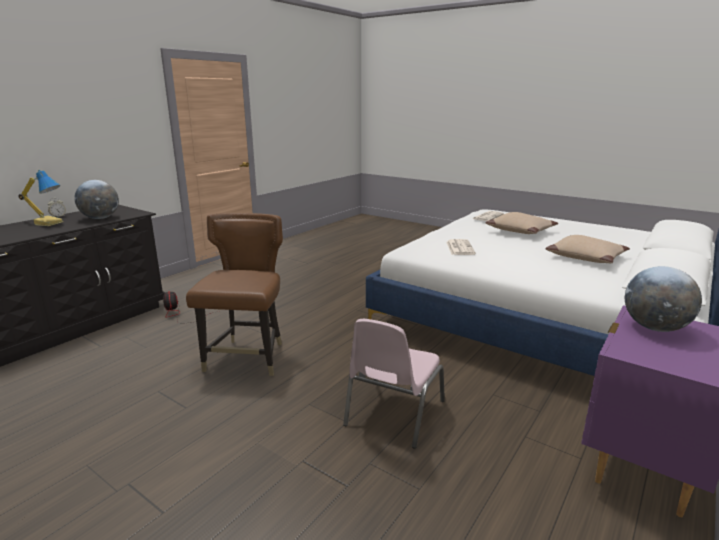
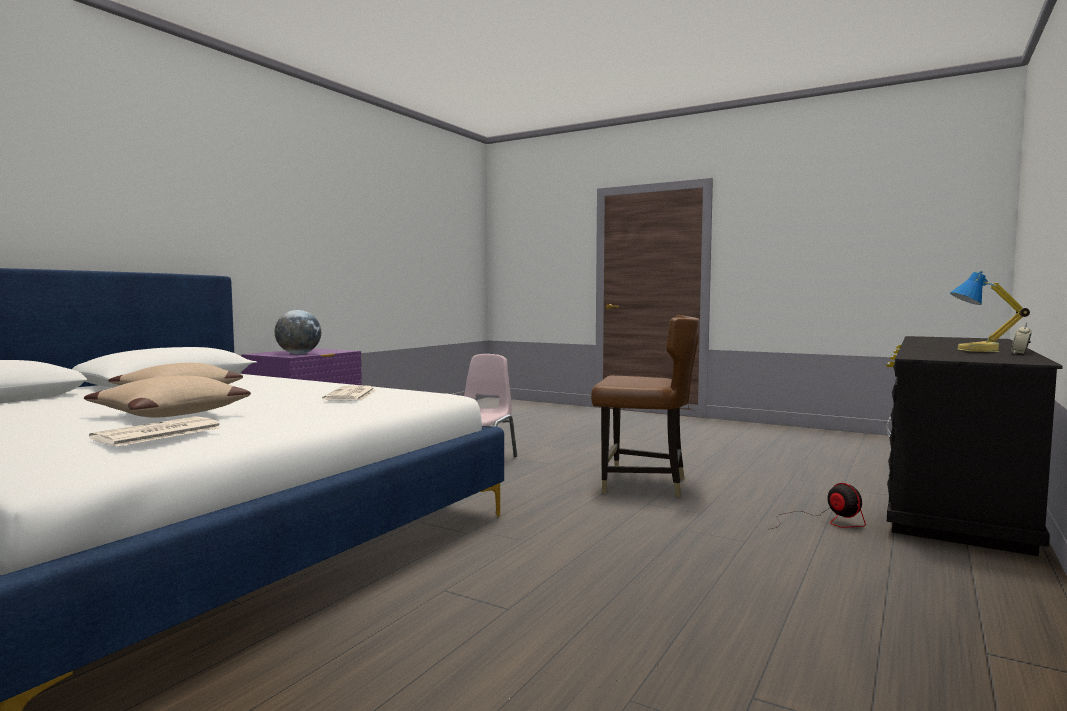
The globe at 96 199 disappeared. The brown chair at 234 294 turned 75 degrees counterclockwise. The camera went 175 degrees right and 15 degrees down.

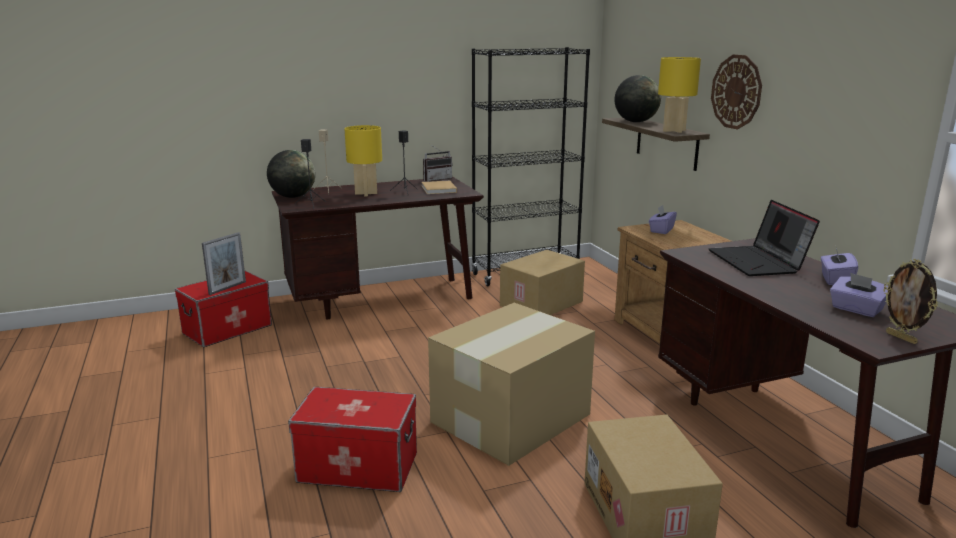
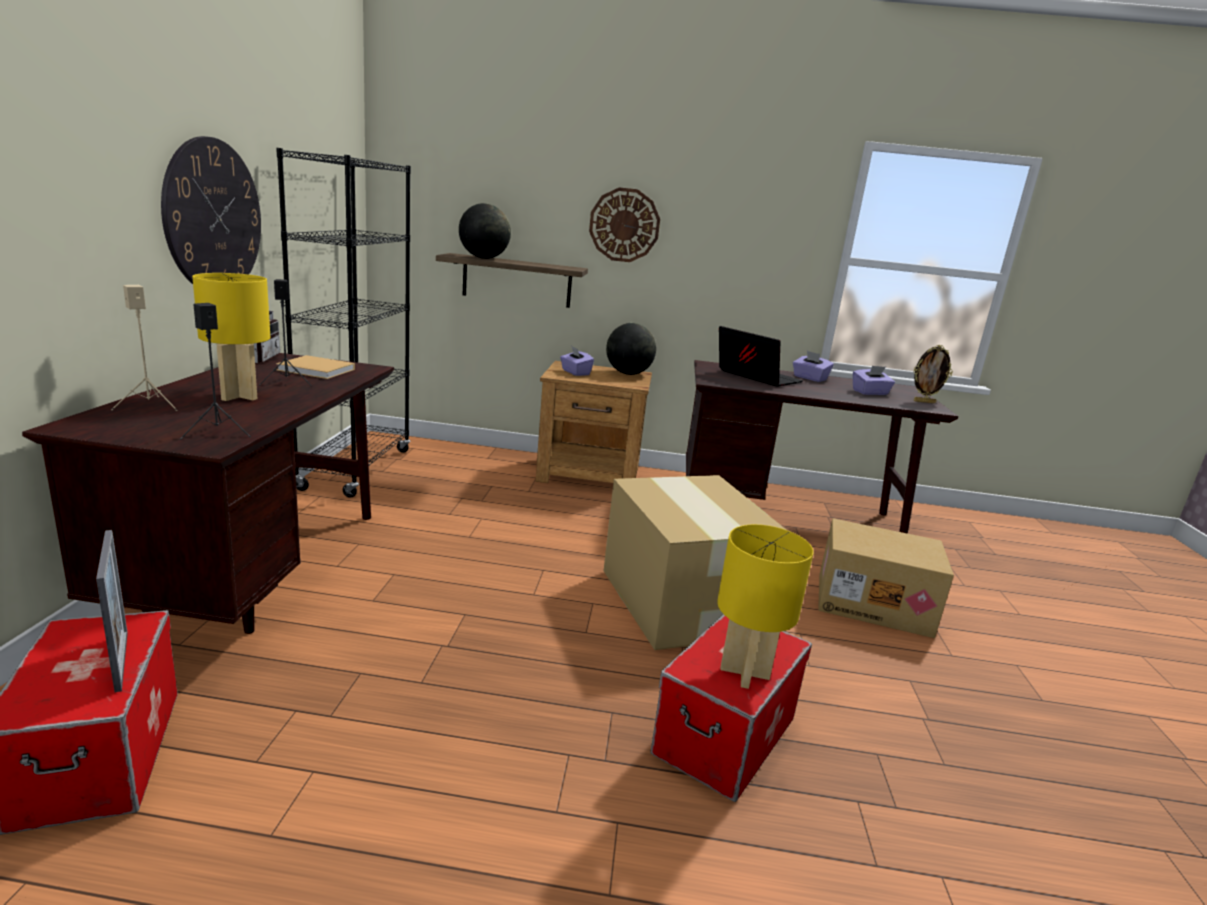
The cardboard box at 542 282 disappeared. The wall clock at 211 210 appeared. The globe moved from 291 174 to 631 349. The yellow table lamp moved from 679 95 to 765 606. The laptop at 764 238 turned 150 degrees counterclockwise. The camera went 65 degrees left and 0 degrees up.

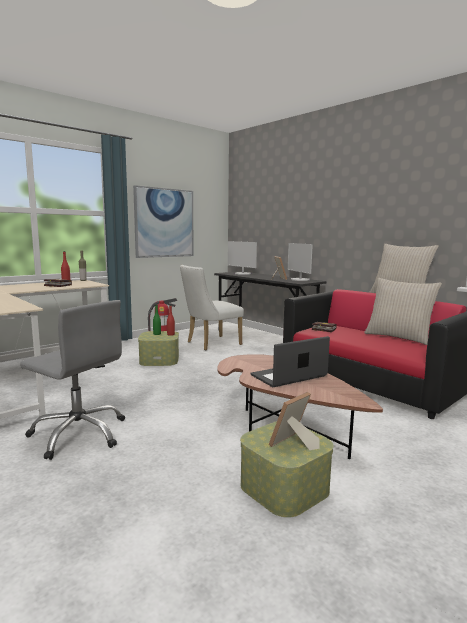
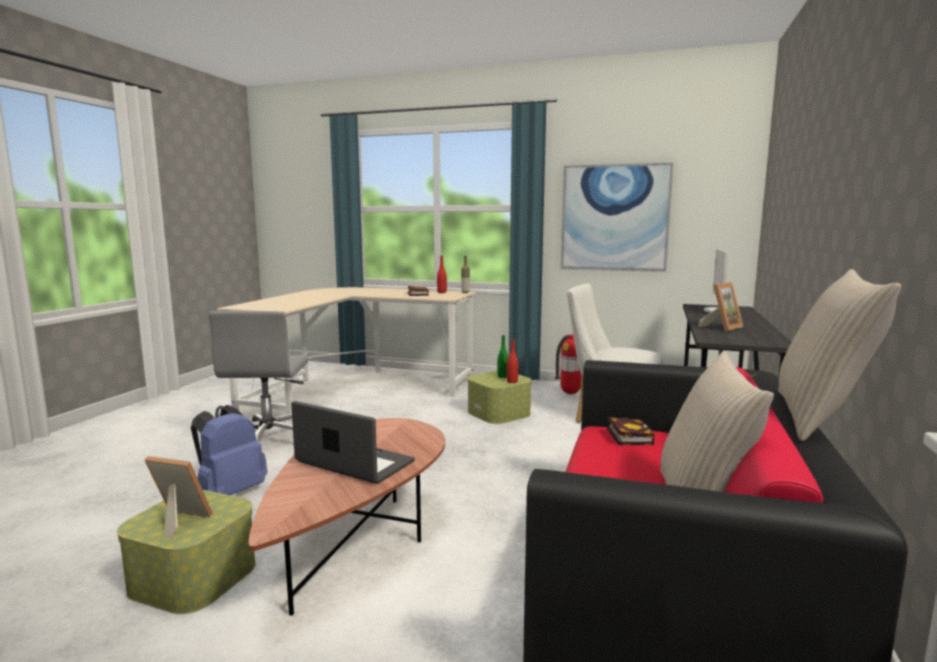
The monitor at 300 262 disappeared. The blue backpack at 229 450 appeared. The camera went 60 degrees right and 0 degrees up.

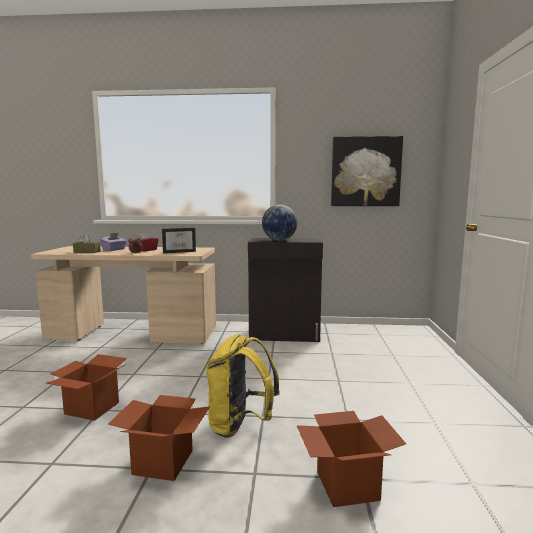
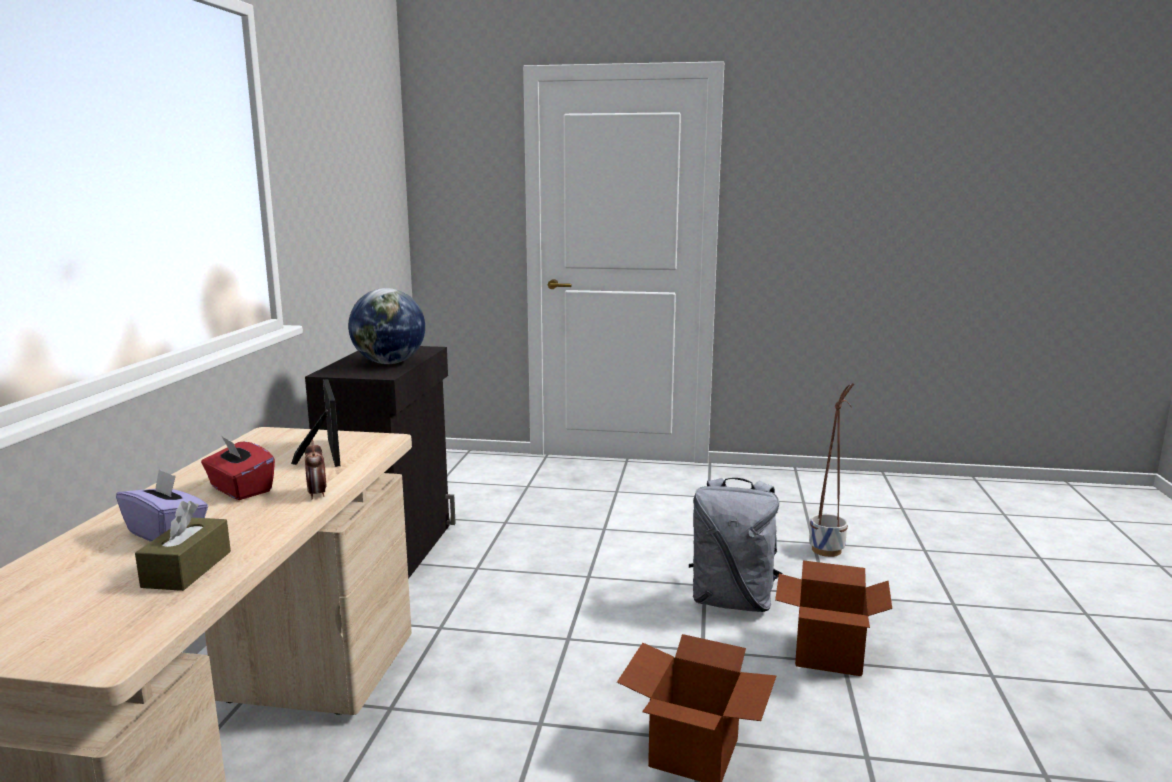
The picture at 367 171 disappeared. The cardboard box at 351 459 was replaced by the planter at 831 470. The yellow backpack at 243 386 became the grey backpack at 735 545. The camera went 85 degrees left and 5 degrees up.

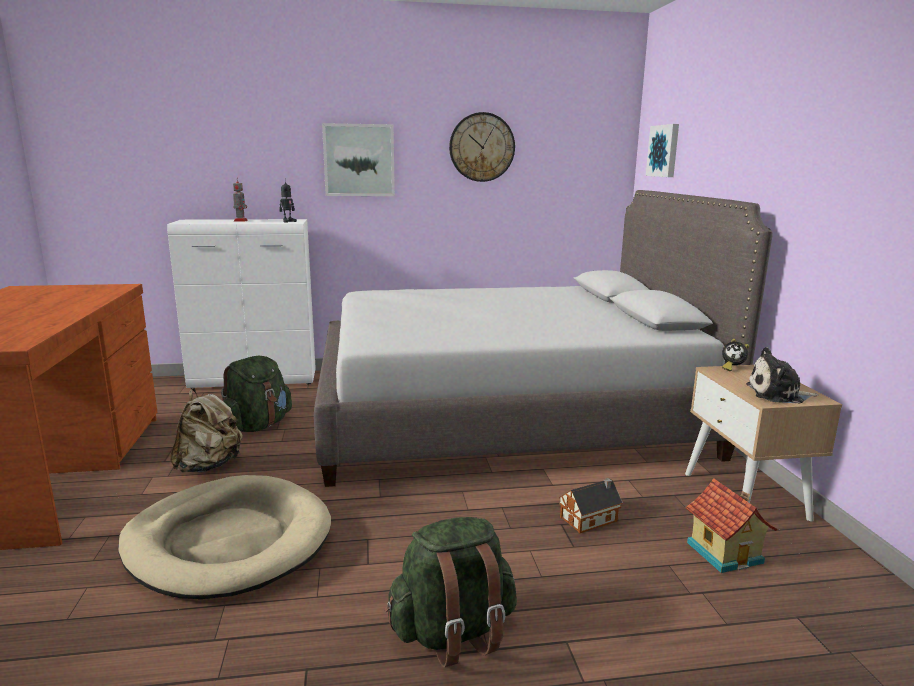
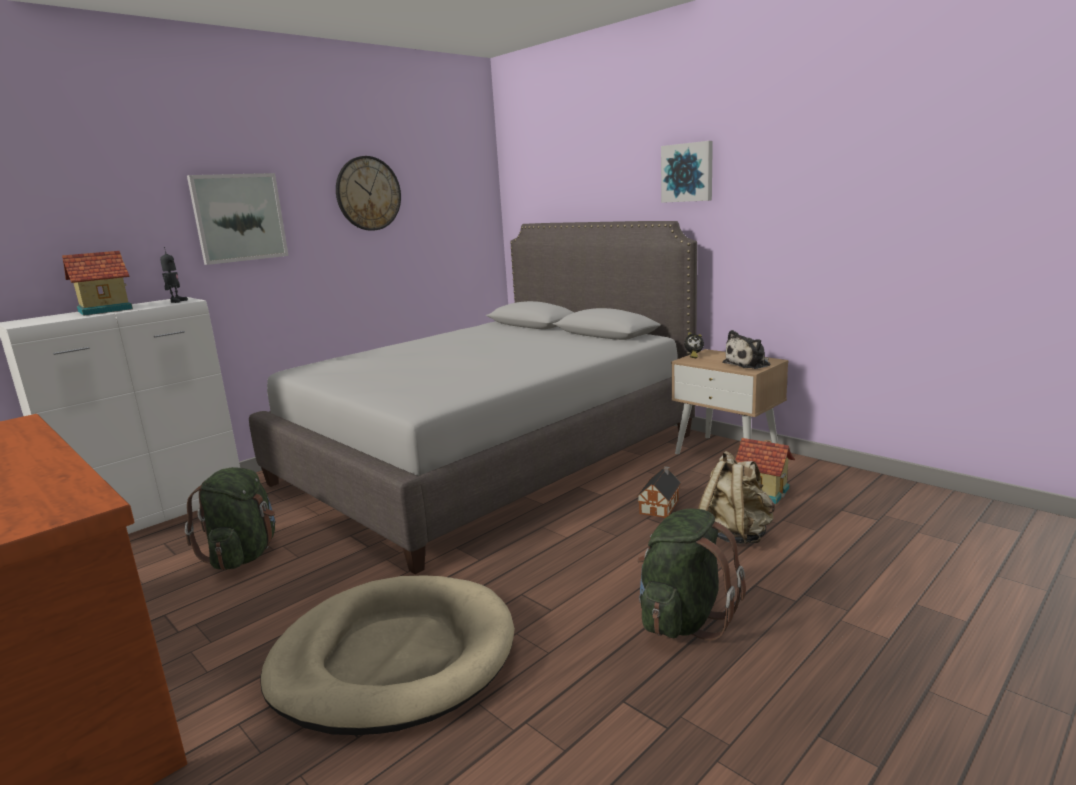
The beige backpack moved from 206 430 to 736 497. The picture moved from 662 150 to 687 172. The toy robot at 240 200 was replaced by the toy house at 97 283. The camera went 35 degrees left and 0 degrees up.

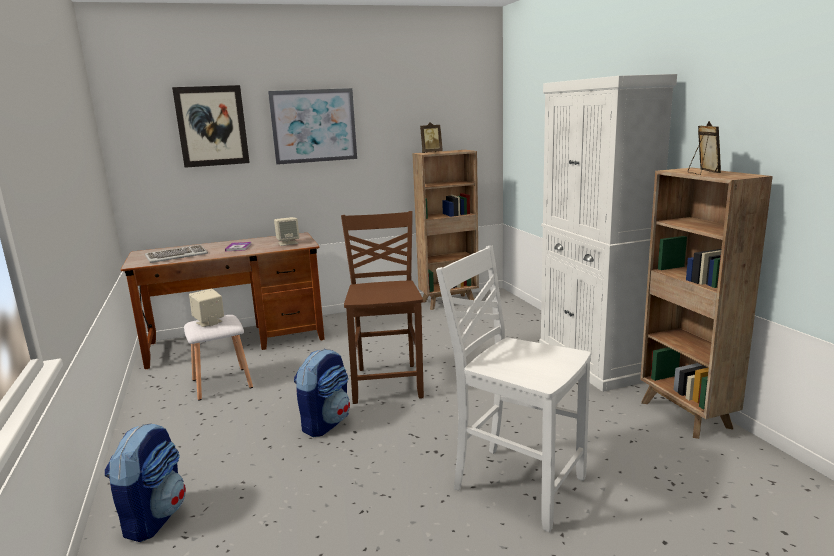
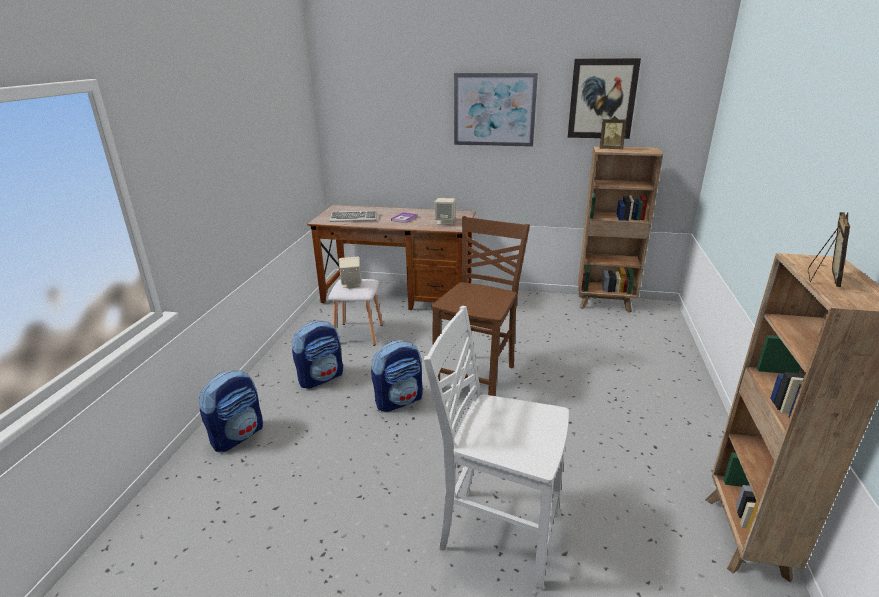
The white cabinet at 608 233 disappeared. The backpack at 317 354 appeared. The picture moved from 211 126 to 604 98. The white chair at 513 389 turned 45 degrees counterclockwise. The camera went 30 degrees right and 10 degrees up.

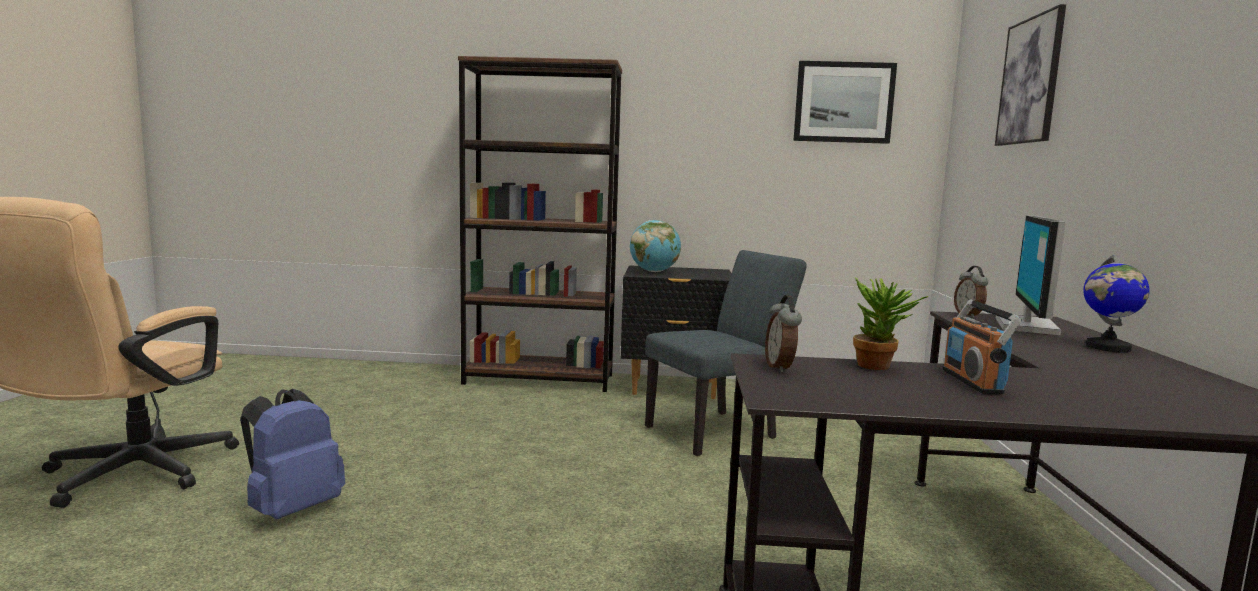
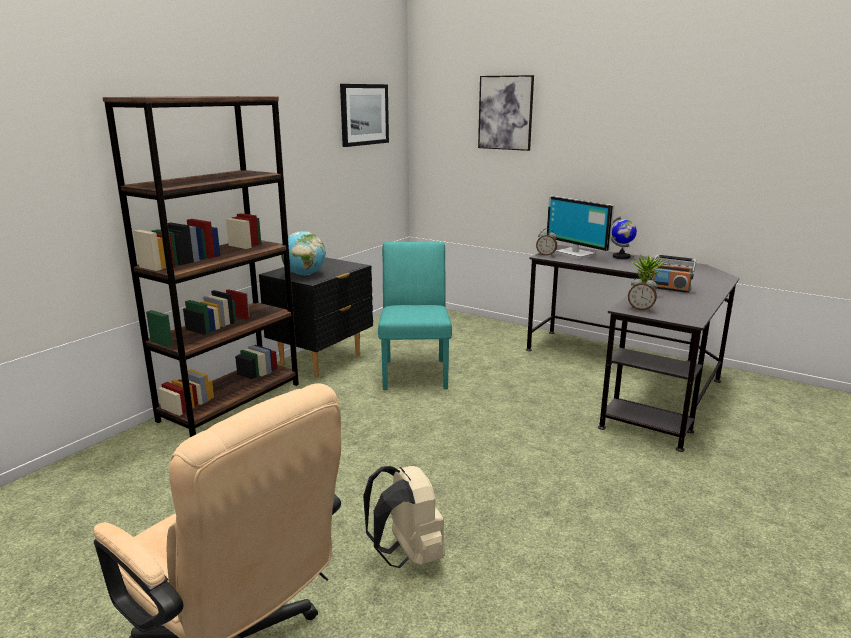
The blue backpack at 292 454 became the beige backpack at 404 517. The grey chair at 726 353 became the turquoise chair at 415 316. The camera went 60 degrees left and 10 degrees up.

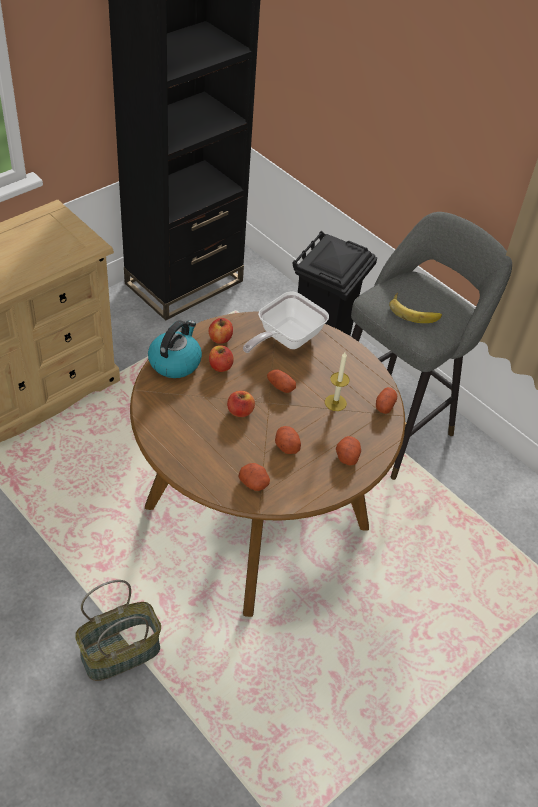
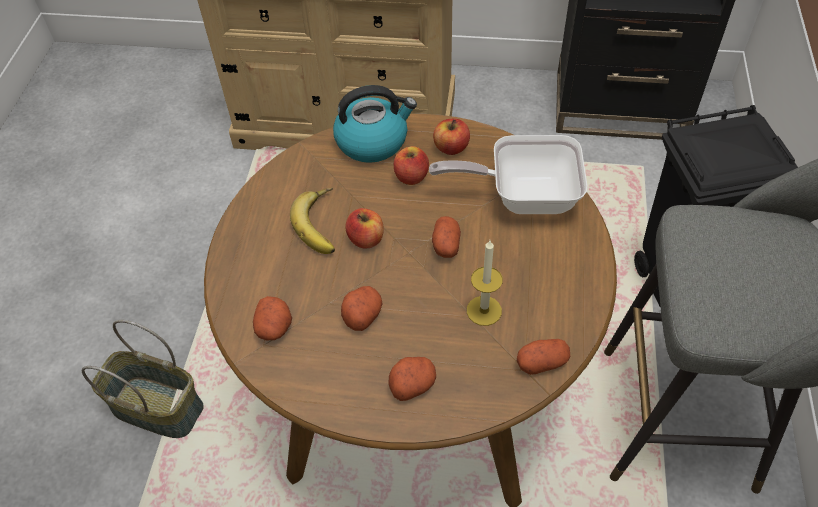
The banana moved from 415 308 to 312 221. The camera went 55 degrees right and 5 degrees up.

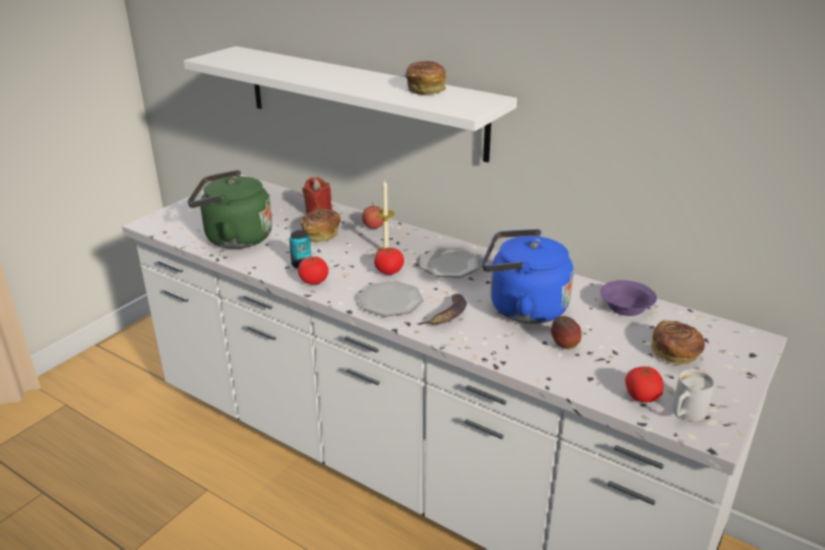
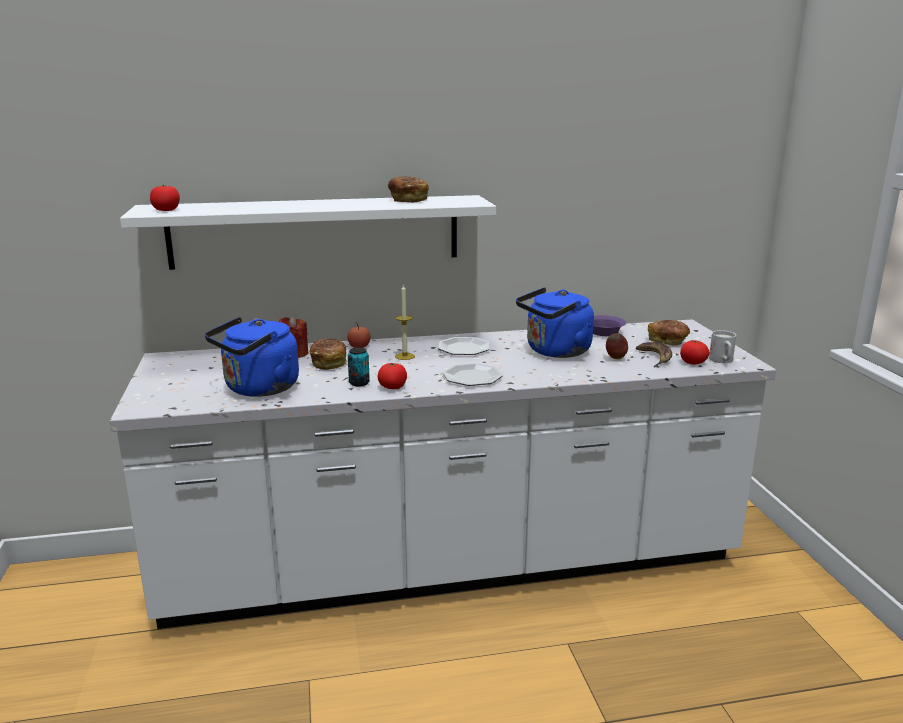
The tomato moved from 389 261 to 165 198. The banana moved from 441 309 to 654 354. The green kettle at 230 209 became the blue kettle at 252 357. The camera went 45 degrees left and 10 degrees down.

